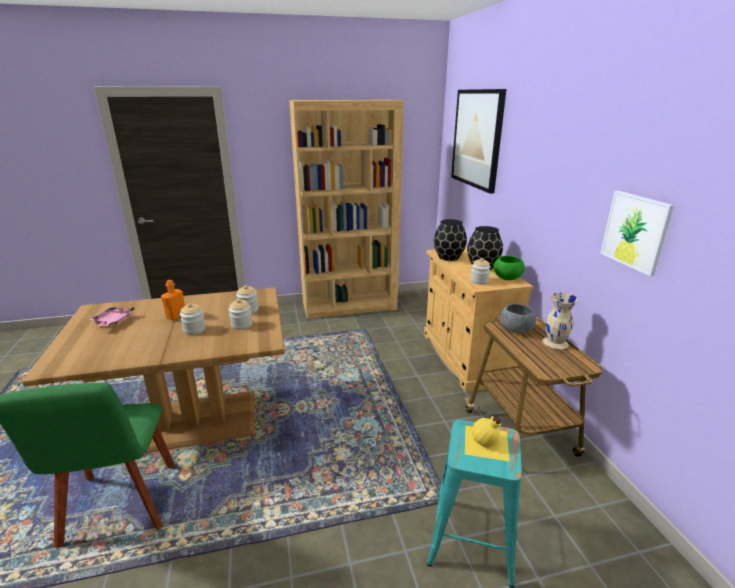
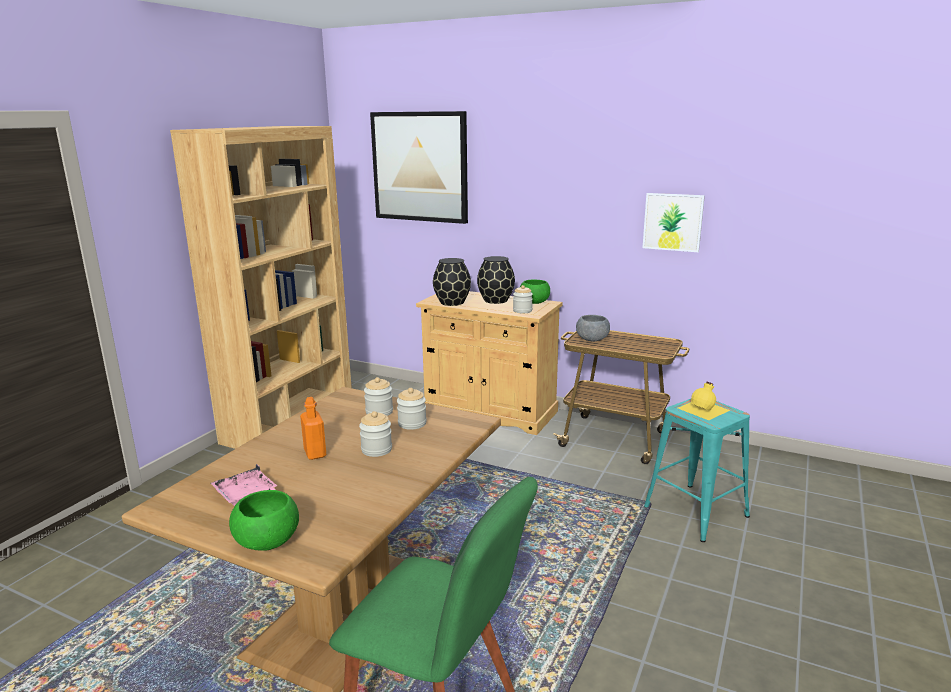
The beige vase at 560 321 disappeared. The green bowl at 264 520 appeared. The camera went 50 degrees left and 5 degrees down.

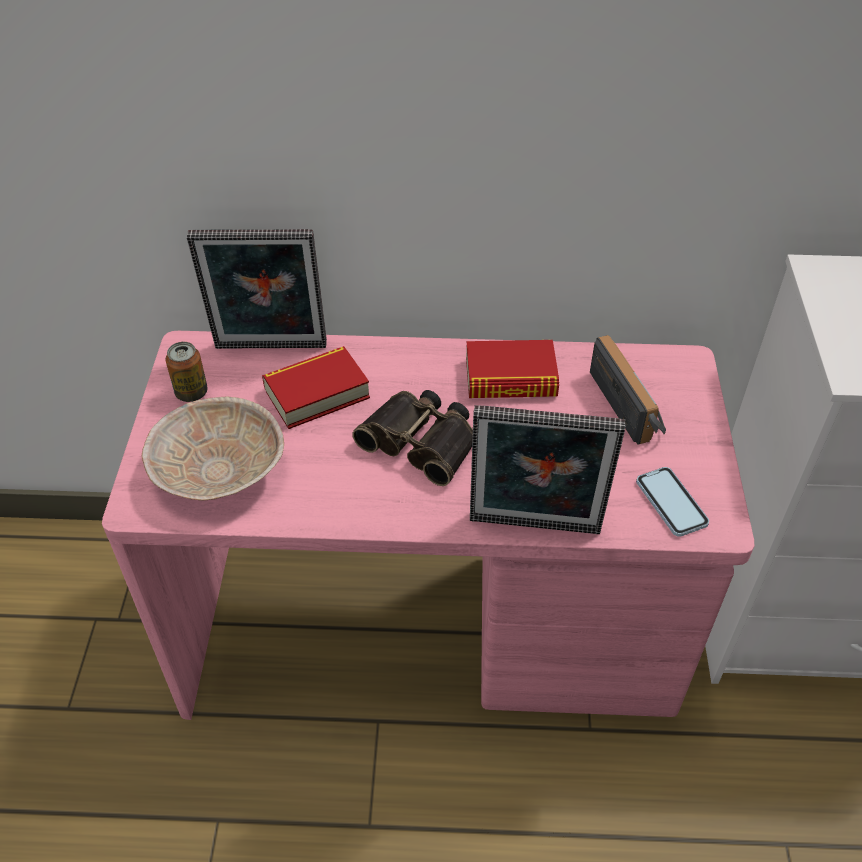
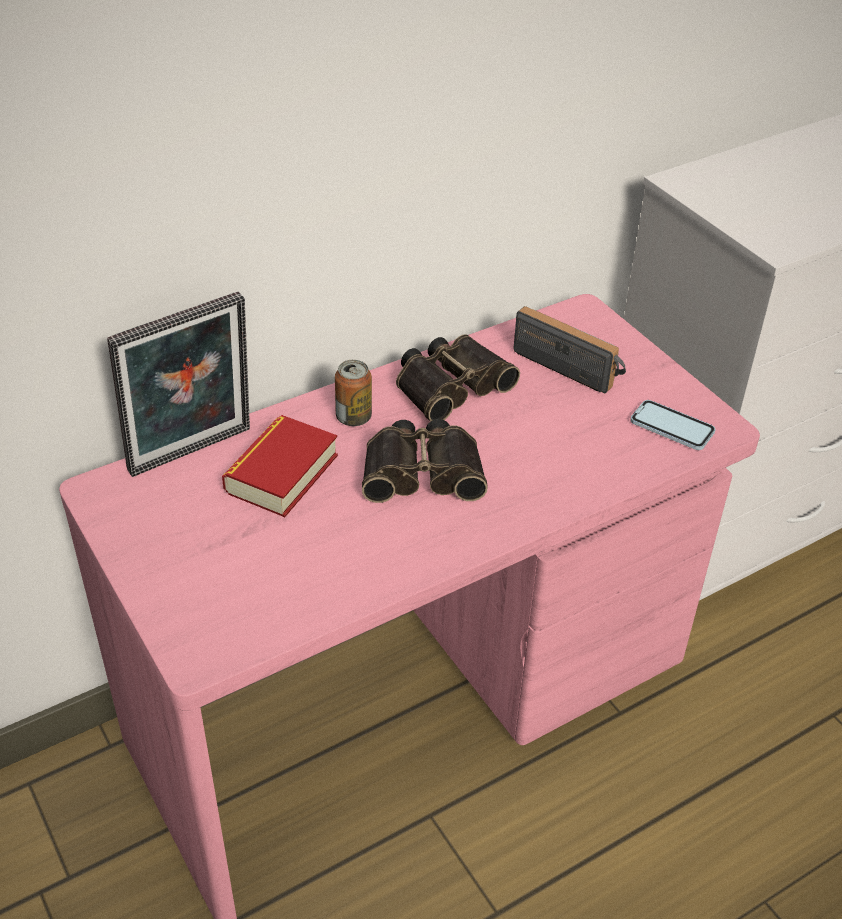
The beige bowl at 213 448 disappeared. The picture frame at 547 469 disappeared. The can moved from 187 372 to 353 393. The book at 512 369 was replaced by the binoculars at 458 378. The camera went 35 degrees left and 5 degrees down.

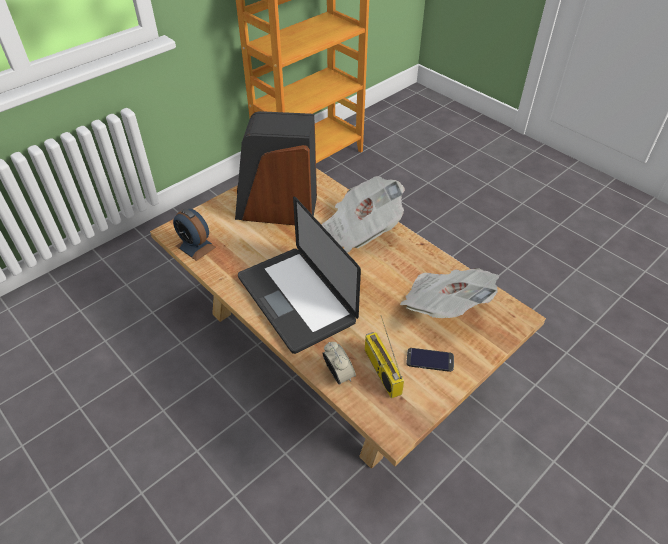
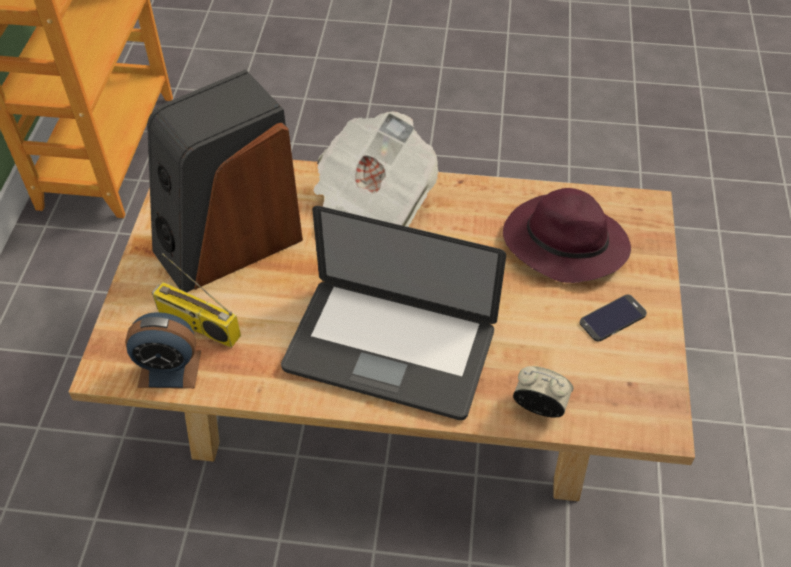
The radio moved from 384 356 to 196 301. The newspaper at 450 293 was replaced by the purple hat at 567 235. The camera went 40 degrees left and 5 degrees up.

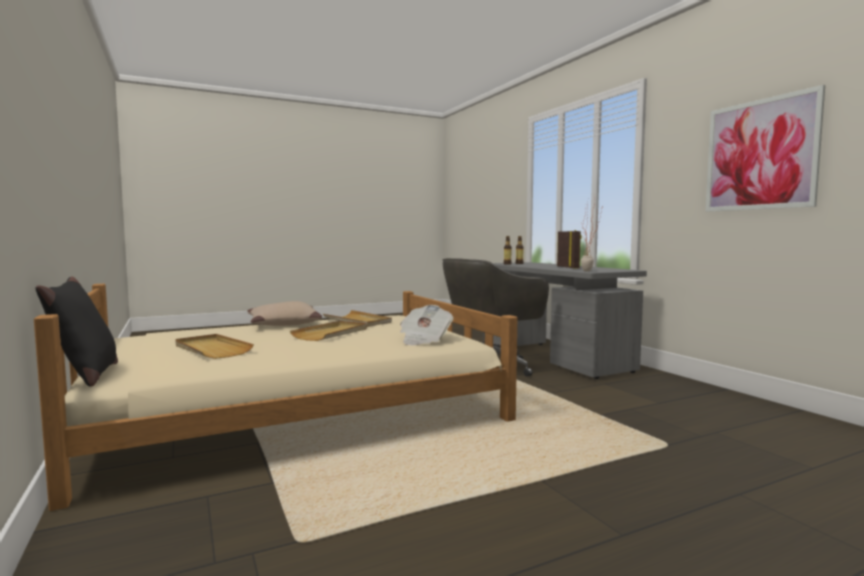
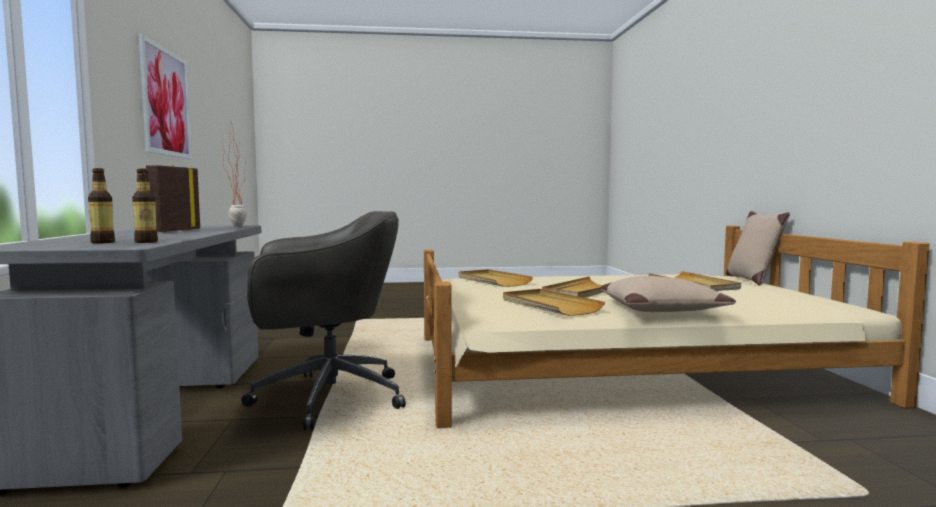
The newspaper at 427 325 was replaced by the beige tray at 496 278. The black pillow at 76 332 became the beige pillow at 758 248. The camera went 160 degrees left and 0 degrees up.

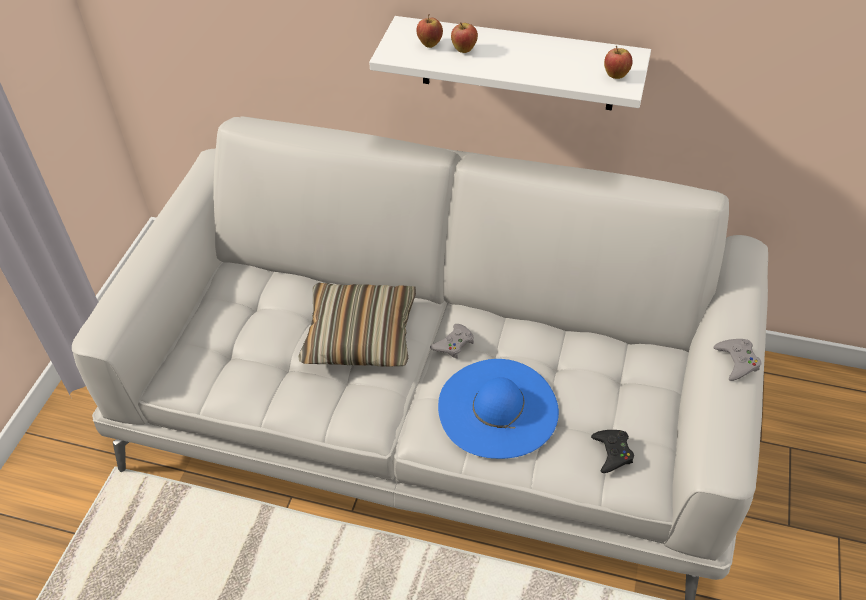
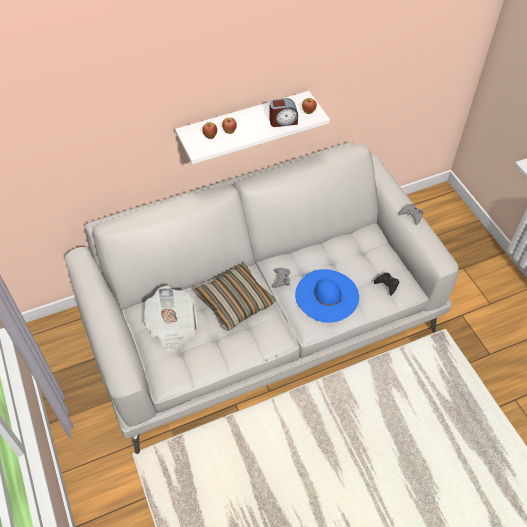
The newspaper at 170 319 appeared. The alarm clock at 284 112 appeared. The camera went 40 degrees left and 5 degrees up.

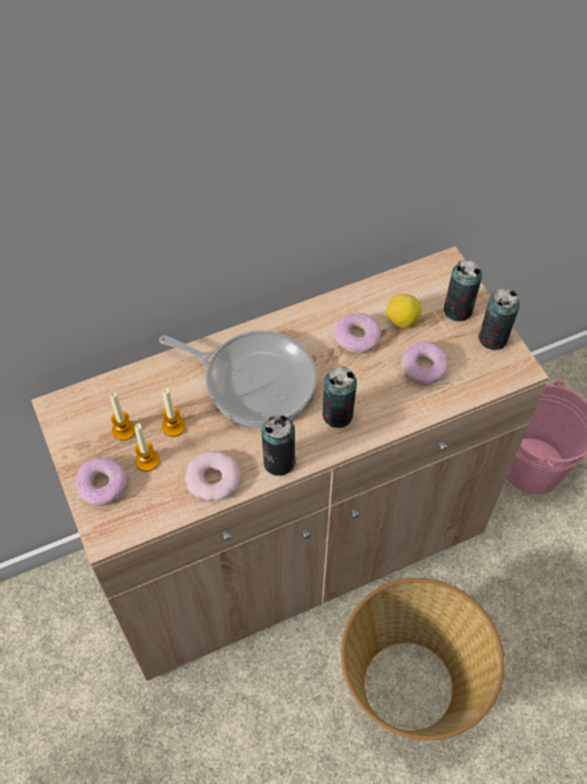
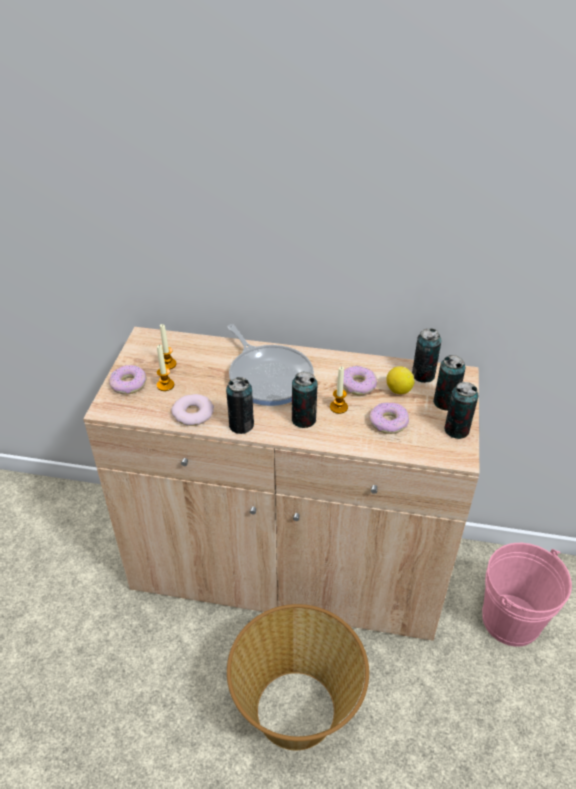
The can at 427 356 appeared. The candle moved from 173 412 to 339 390. The camera went 35 degrees right and 15 degrees down.

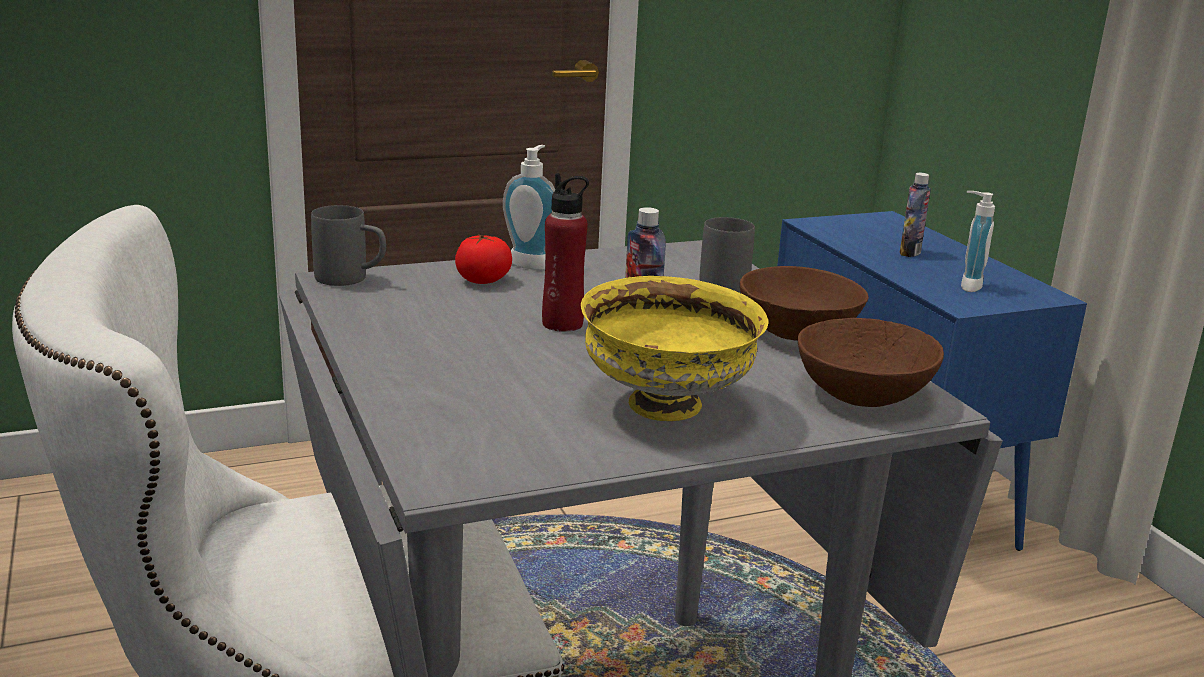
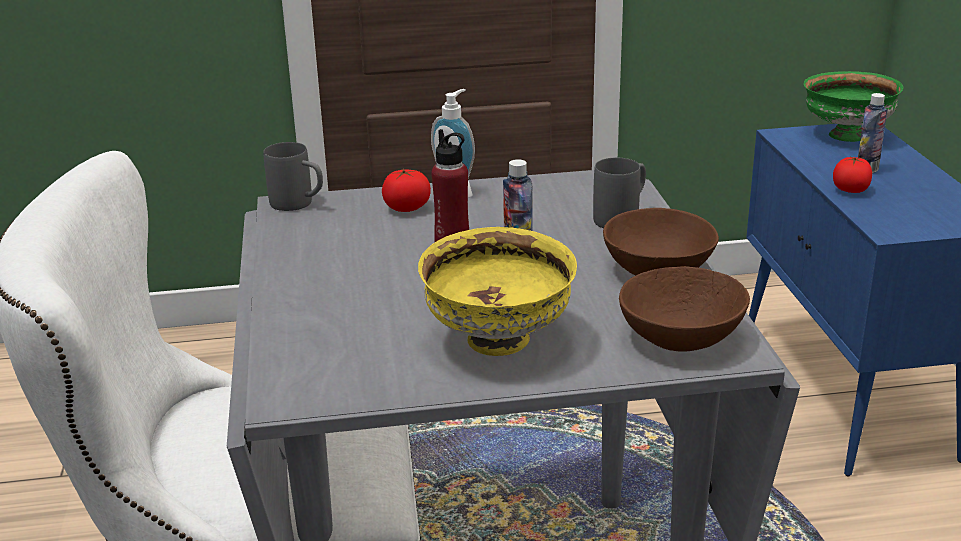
The soap dispenser at 978 241 disappeared. The green bowl at 853 106 appeared. The tomato at 852 174 appeared. The camera went 15 degrees right and 5 degrees up.

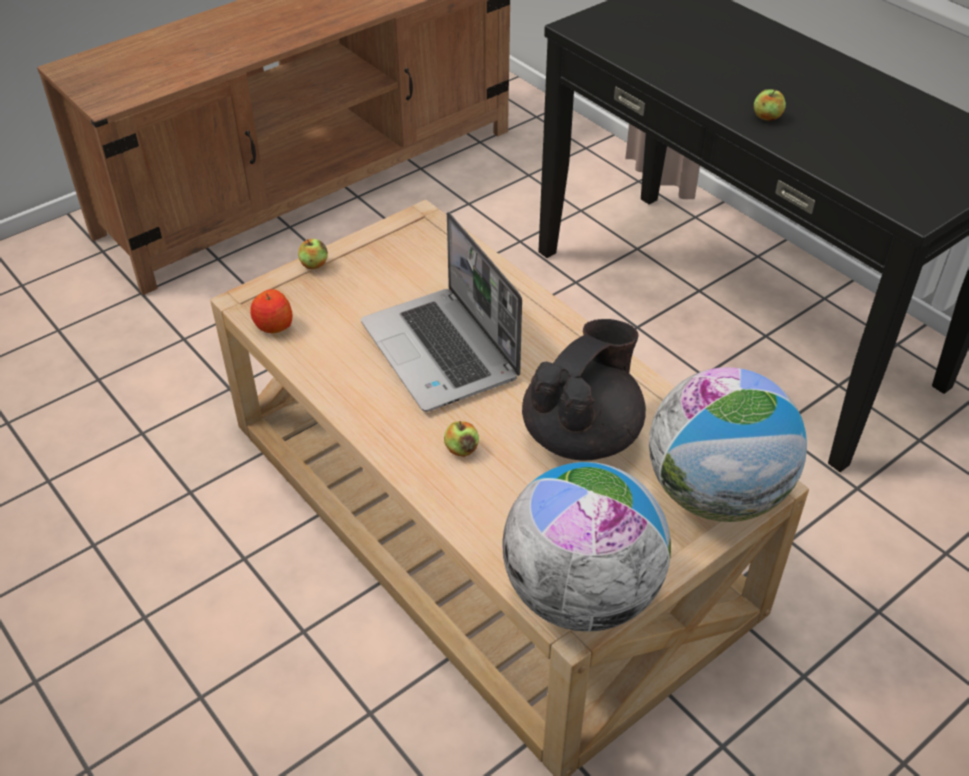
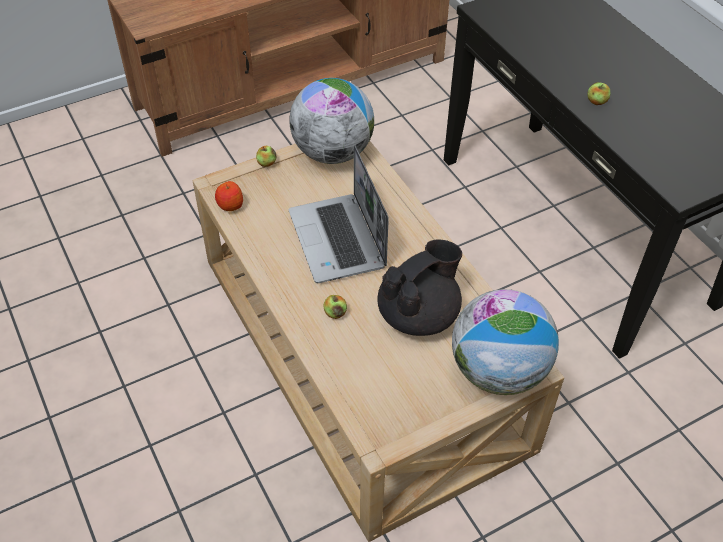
The globe moved from 586 547 to 331 121. The camera went 10 degrees right and 5 degrees up.

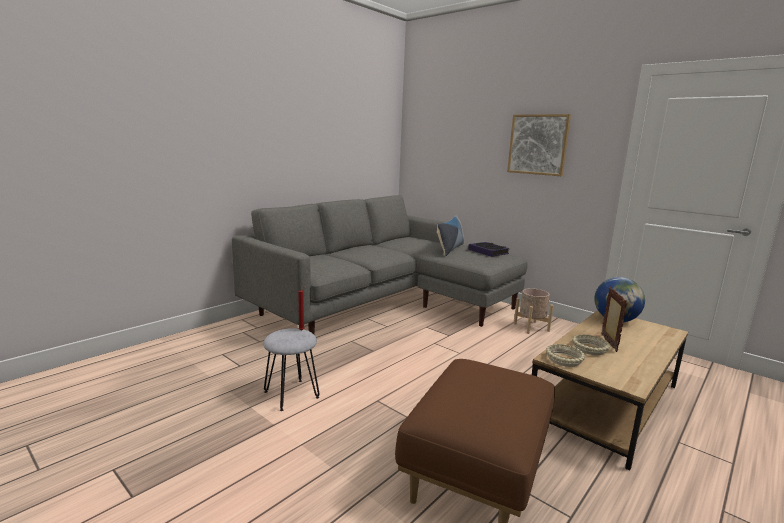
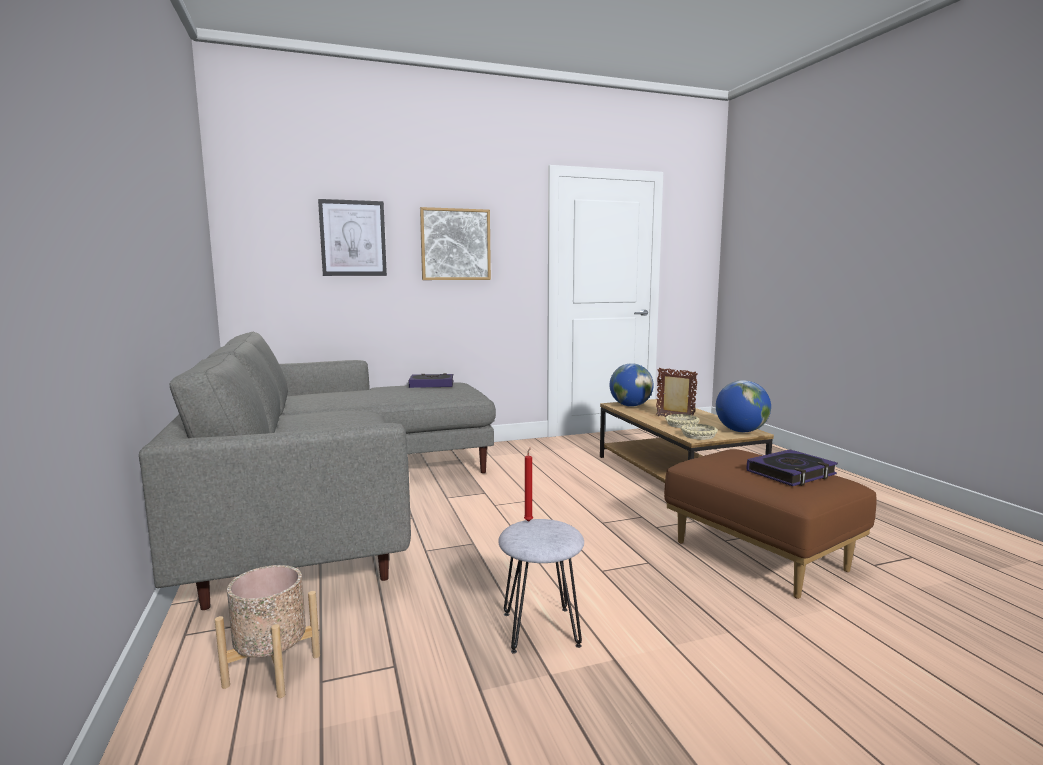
The pillow at 451 235 disappeared. The picture at 352 237 appeared. The globe at 743 406 appeared. The book at 792 467 appeared. The beige planter moved from 534 311 to 267 631. The camera went 60 degrees left and 5 degrees down.

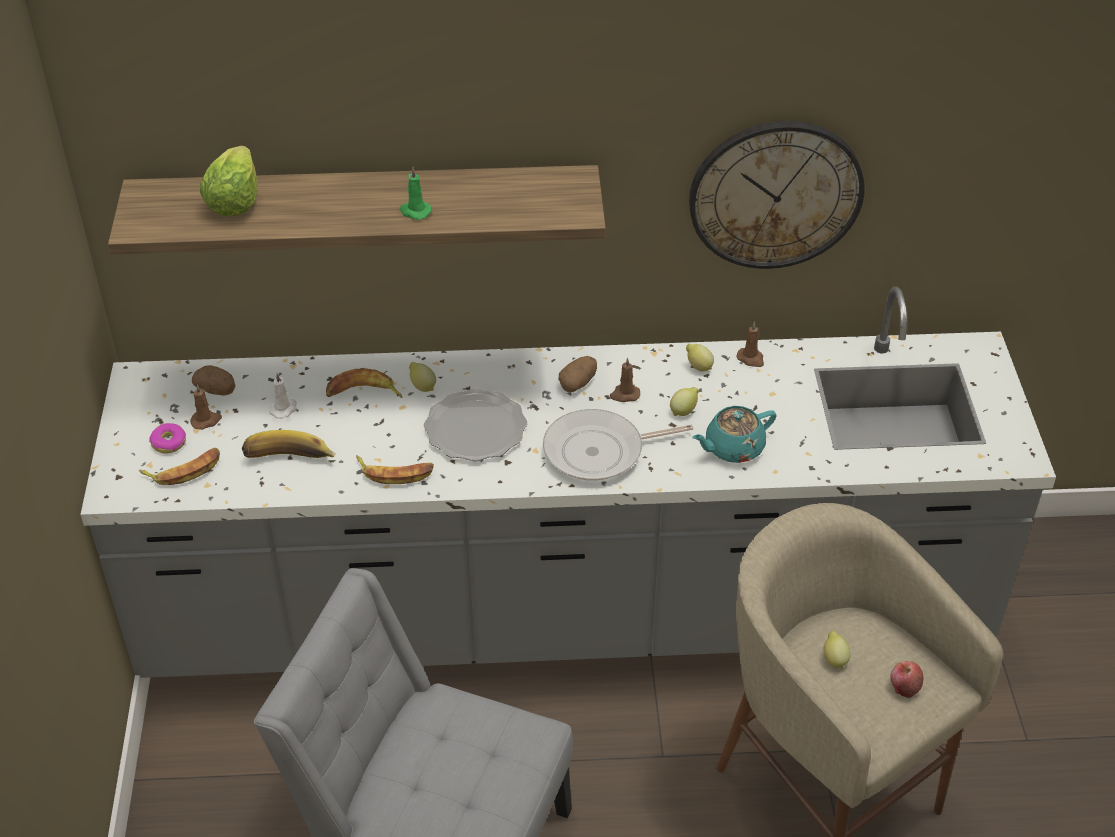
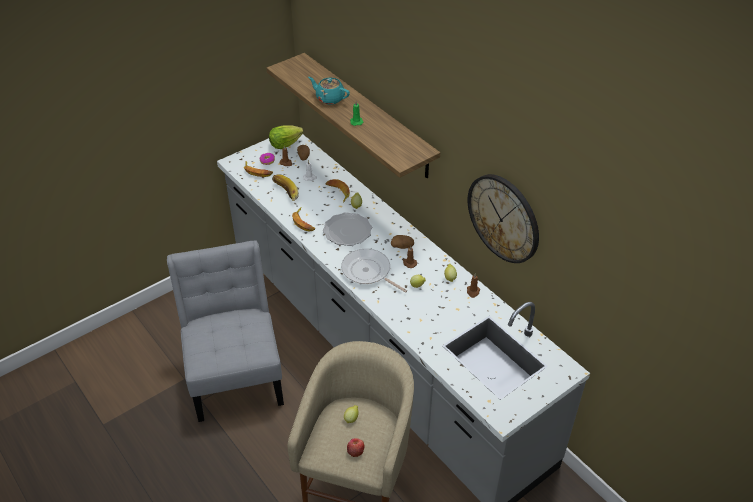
The lettuce moved from 229 181 to 286 137. The turquoise teapot moved from 734 434 to 329 90. The camera went 55 degrees right and 0 degrees up.

